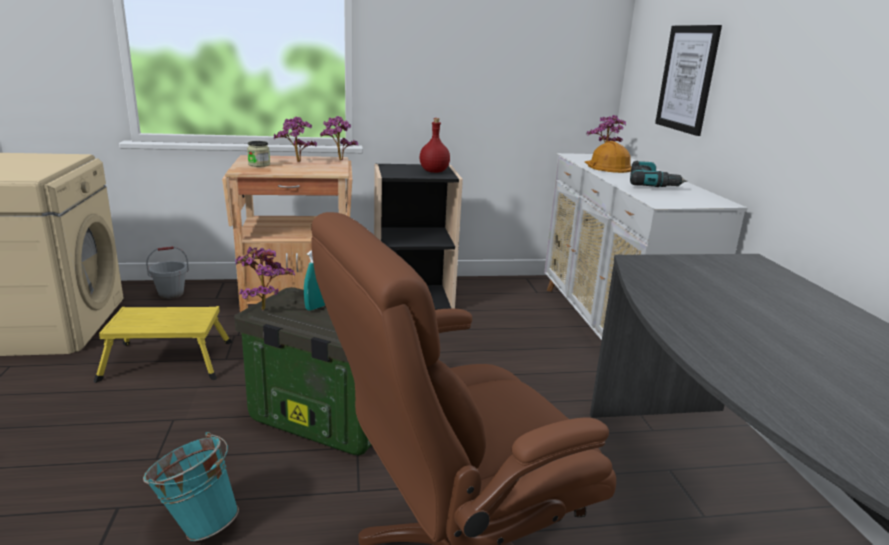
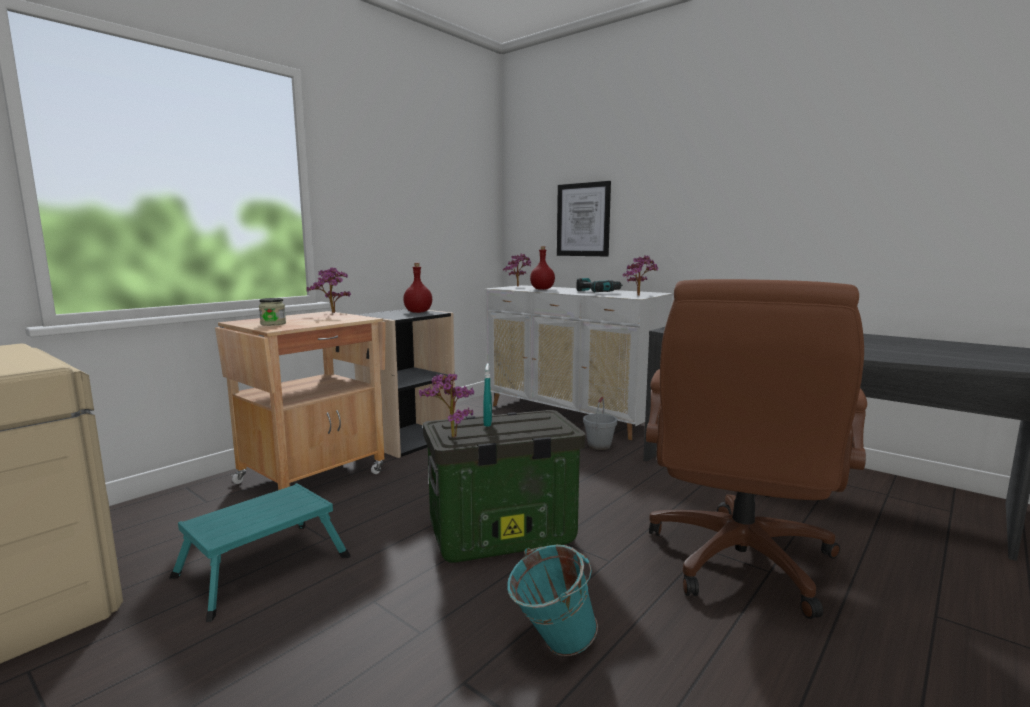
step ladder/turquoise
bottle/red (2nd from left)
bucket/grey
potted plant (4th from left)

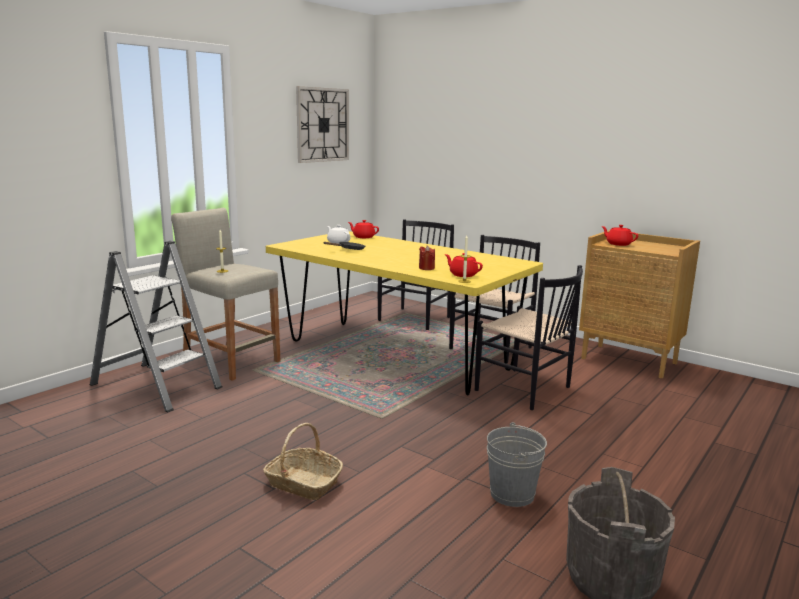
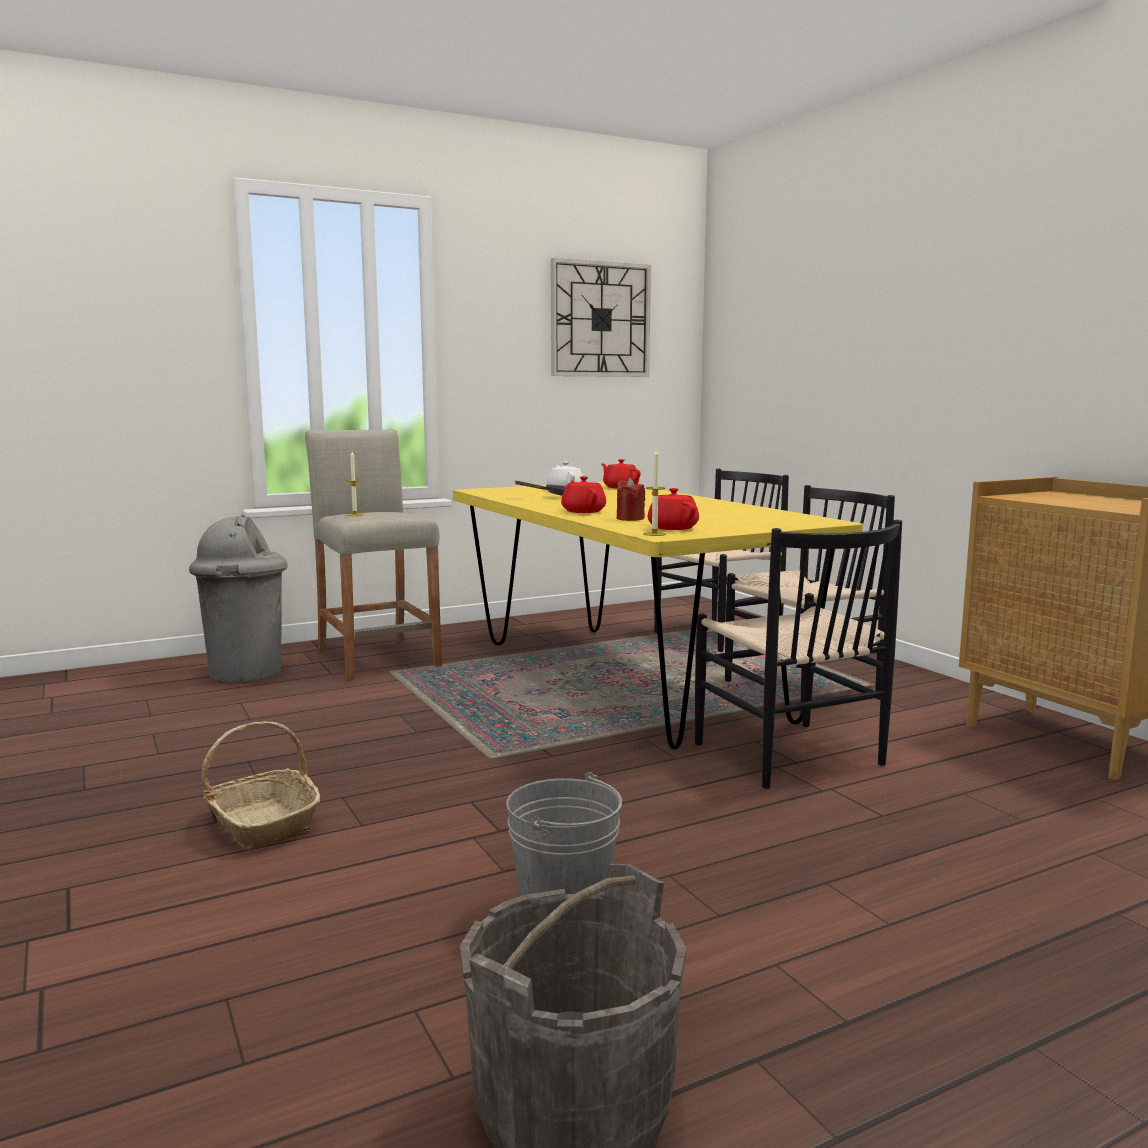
trash can/grey
teapot/red (1st from left)

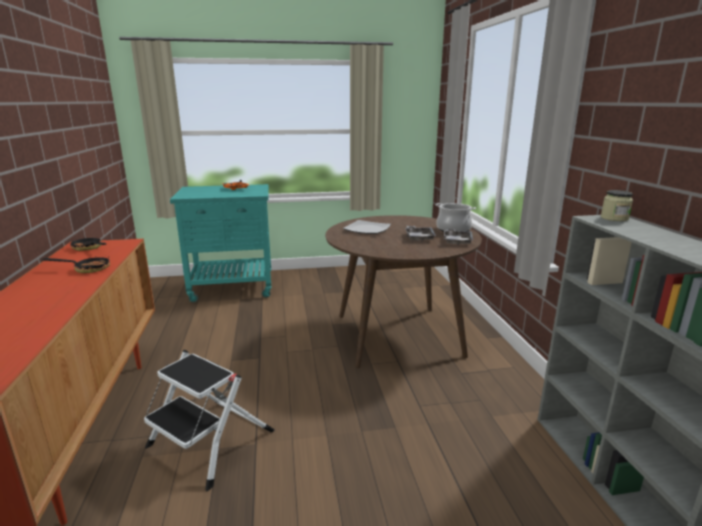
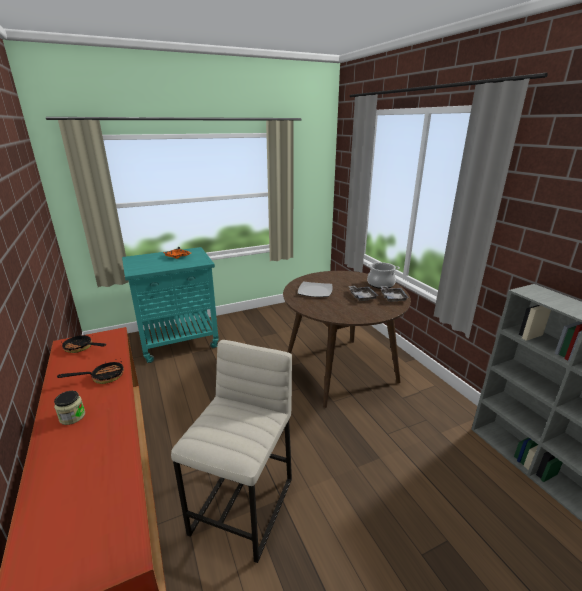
jar
stool/beige

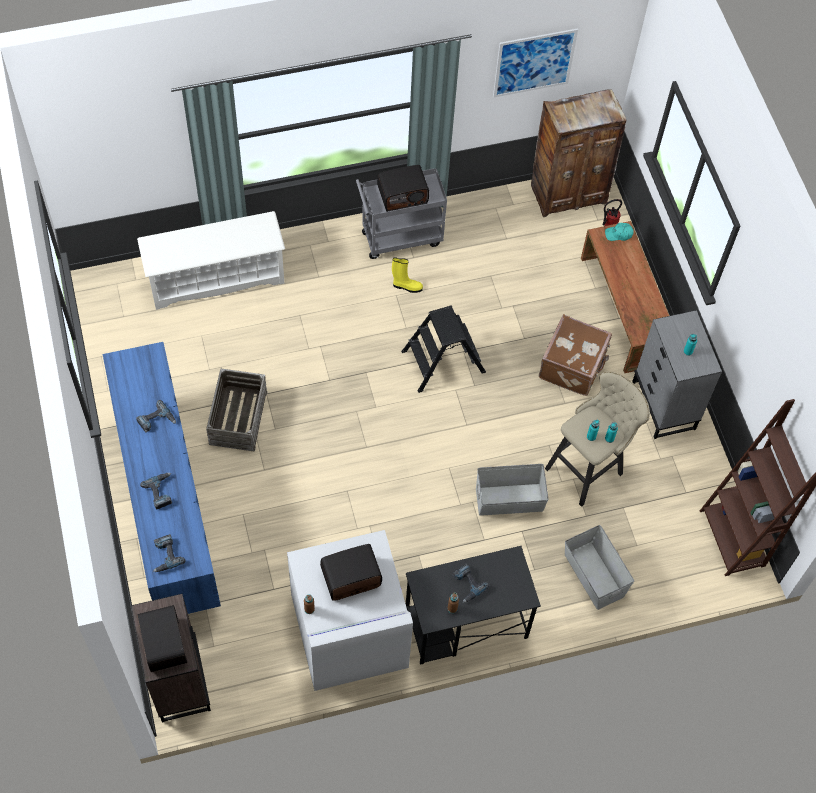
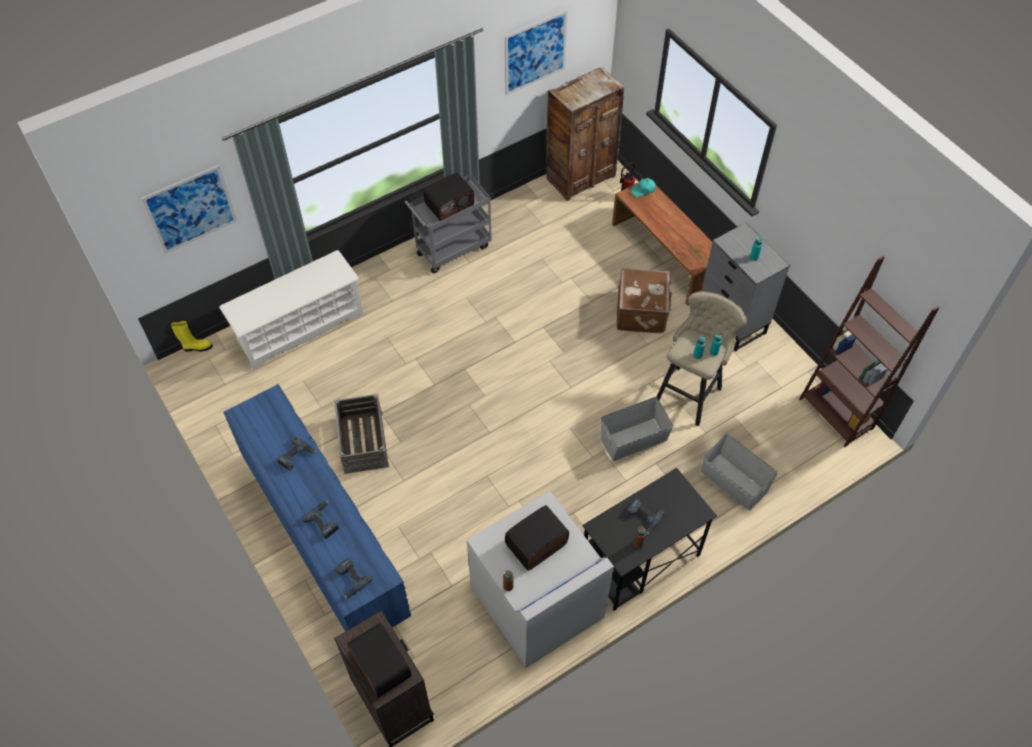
picture (1st from left)
boot/yellow
step ladder/black

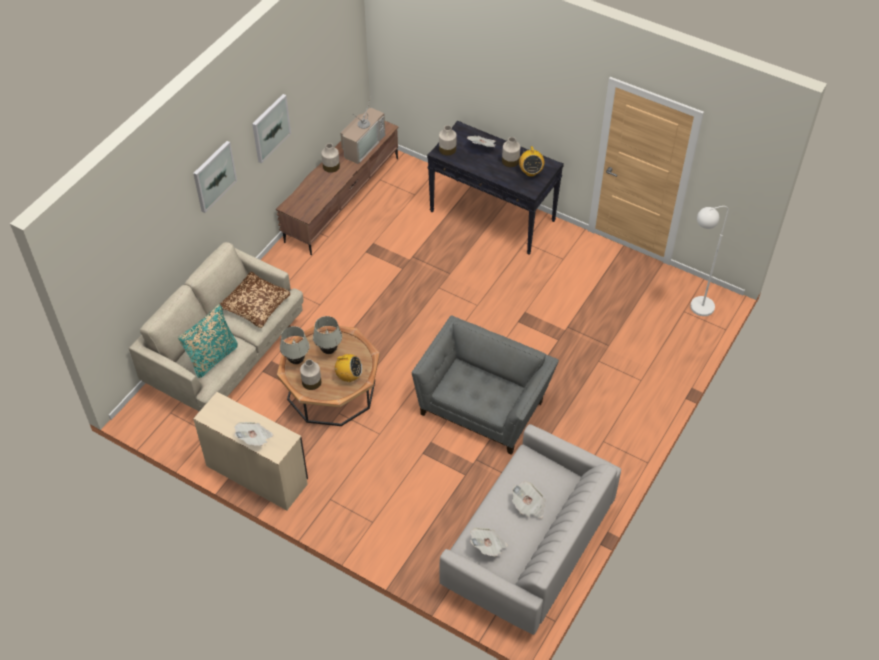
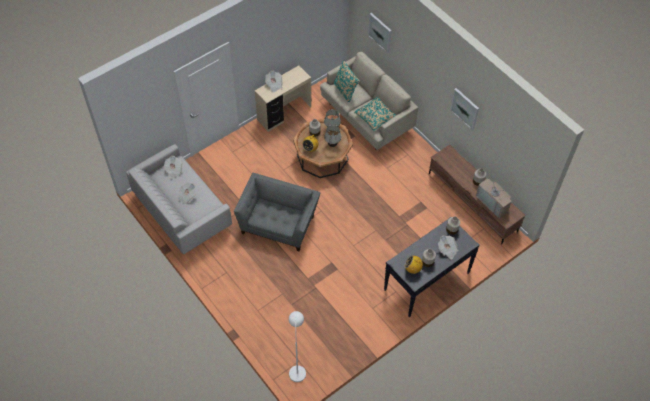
armchair/grey
pillow/turquoise (2nd from left)
picture (1st from left)

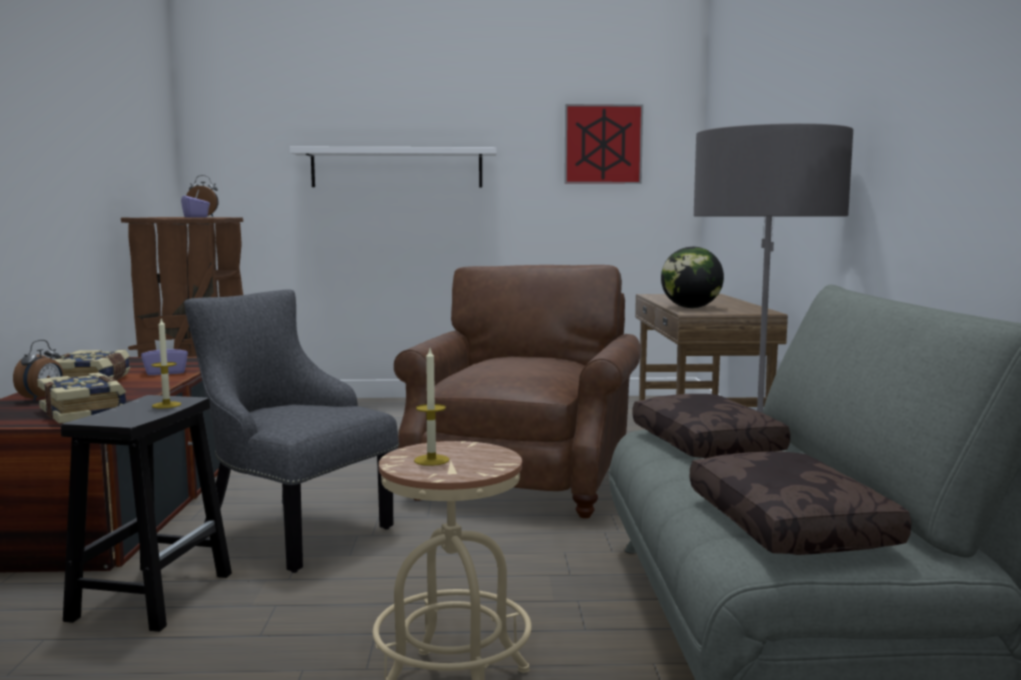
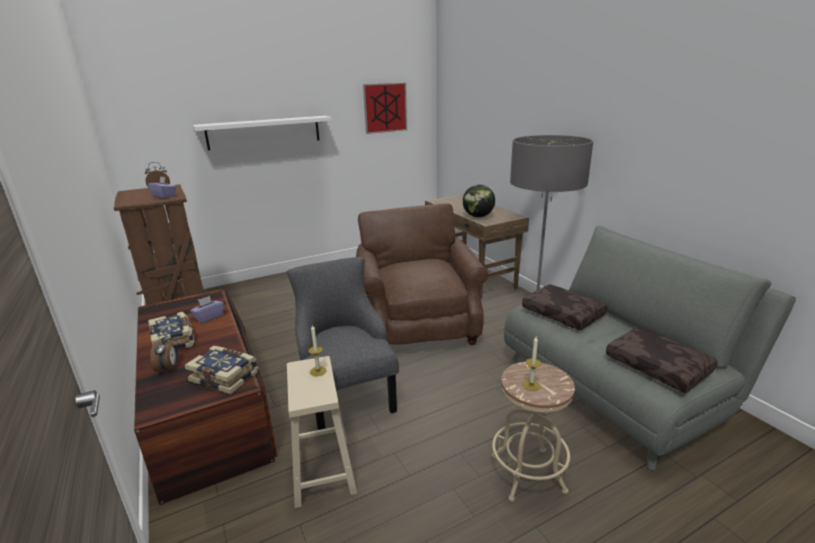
armchair/grey
stool/beige (1st from left)

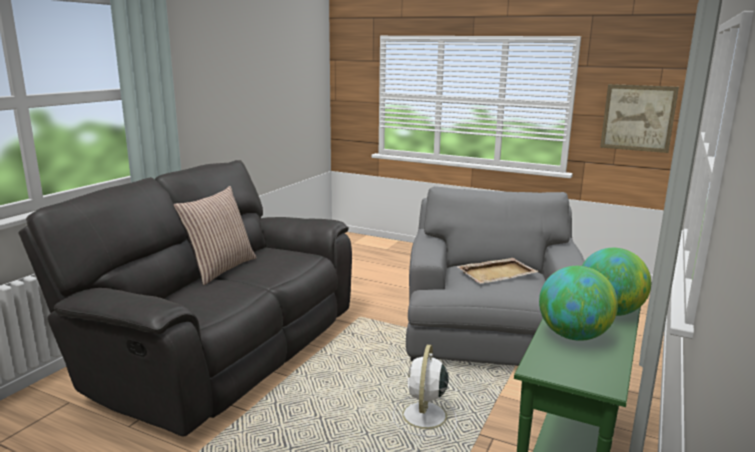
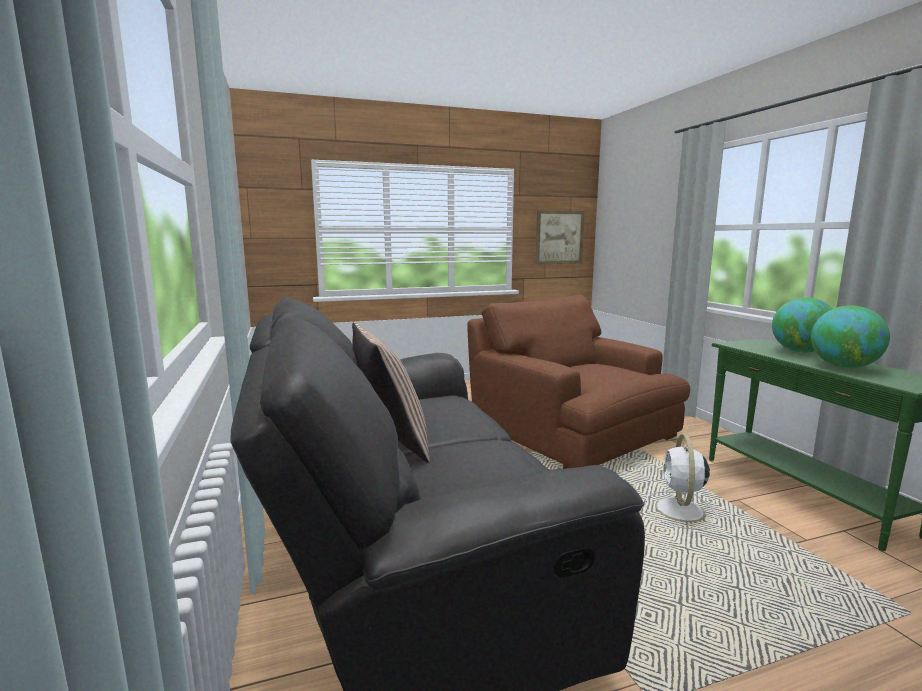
armchair/brown
fan/white
tray/beige

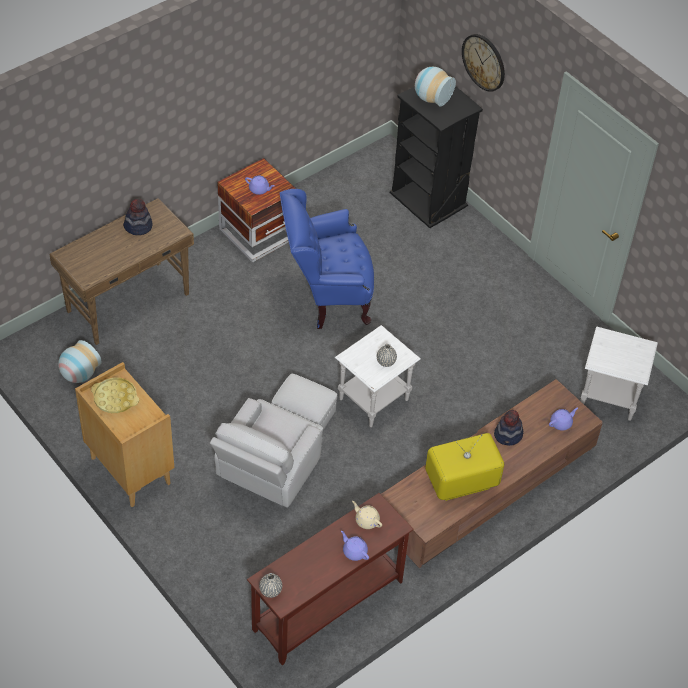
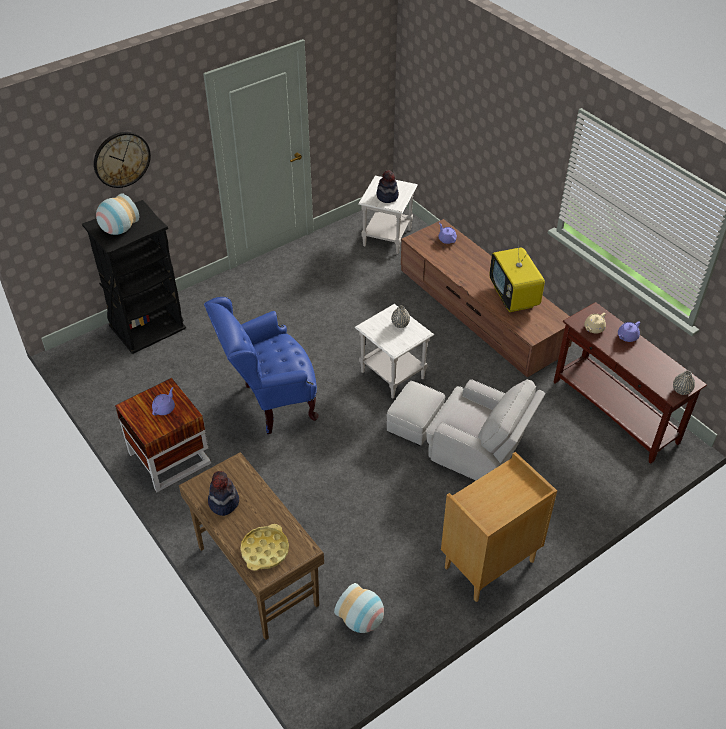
armchair/blue
tray/yellow
hat (2nd from left)

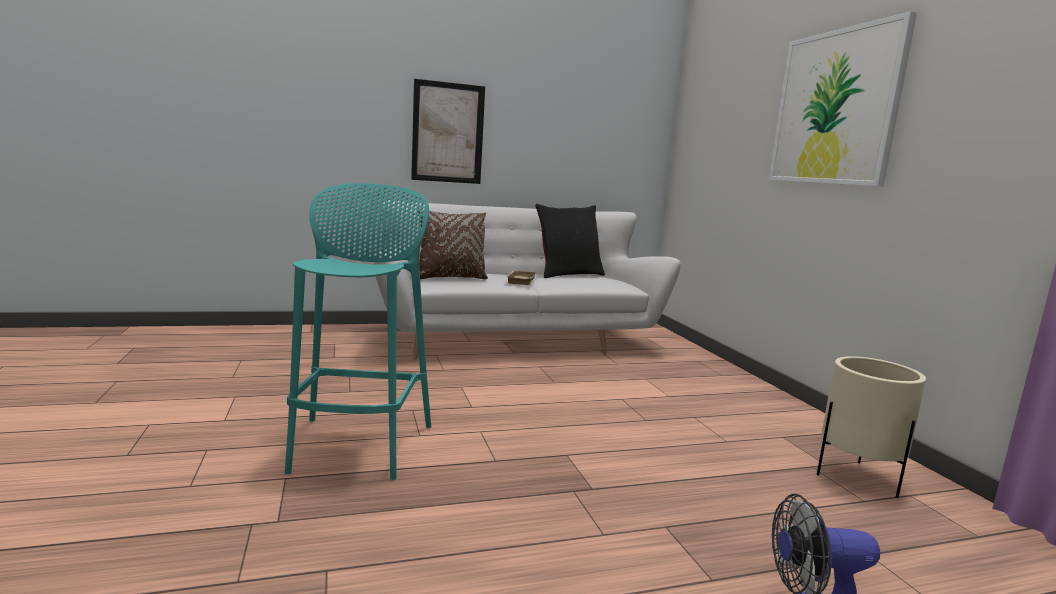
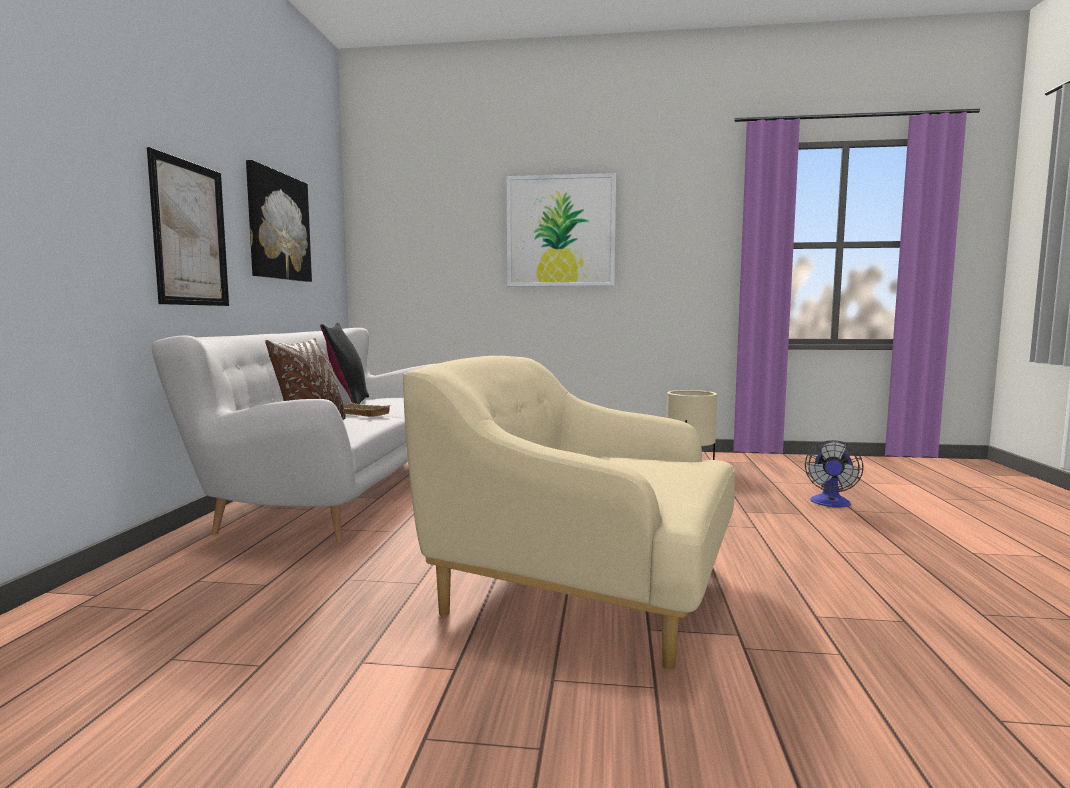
picture (2nd from left)
armchair/beige

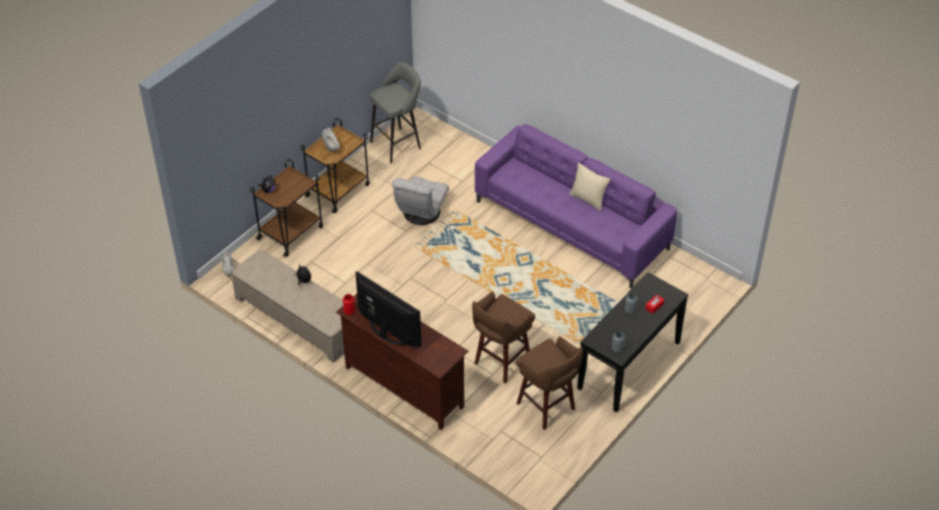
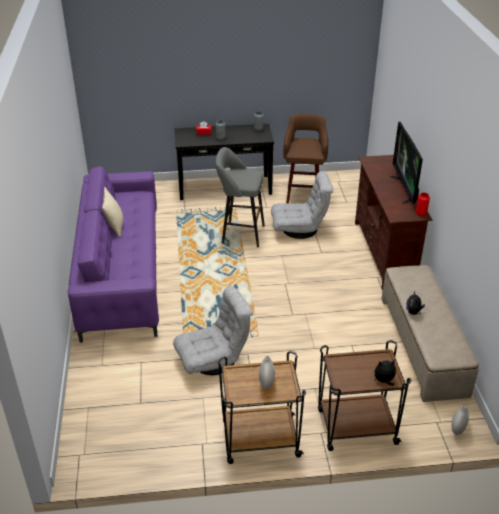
stool/grey
armchair/grey (2nd from left)

